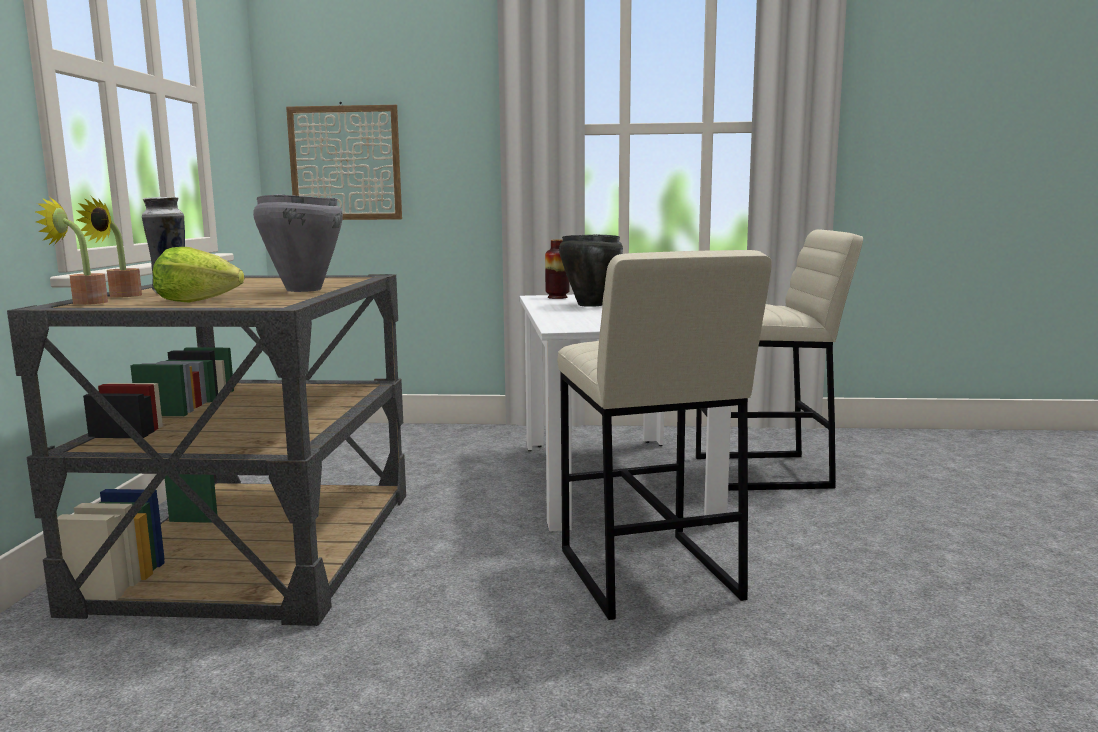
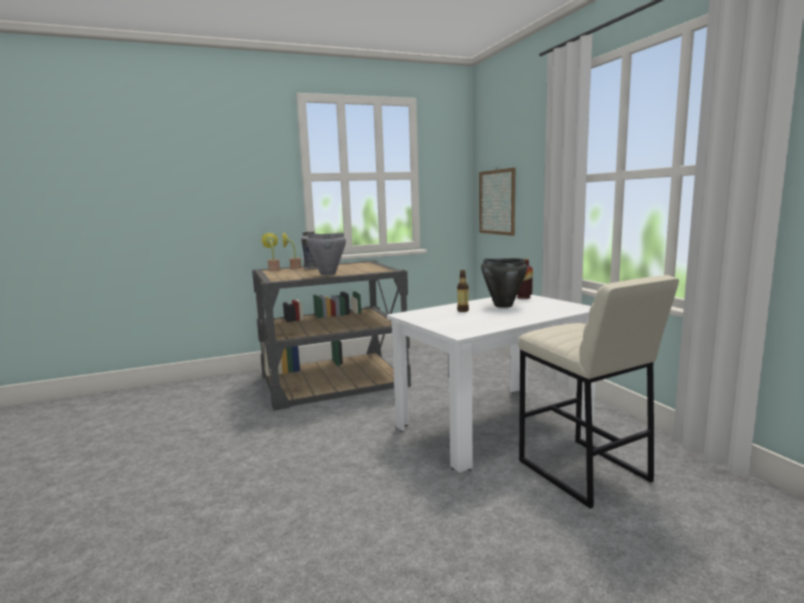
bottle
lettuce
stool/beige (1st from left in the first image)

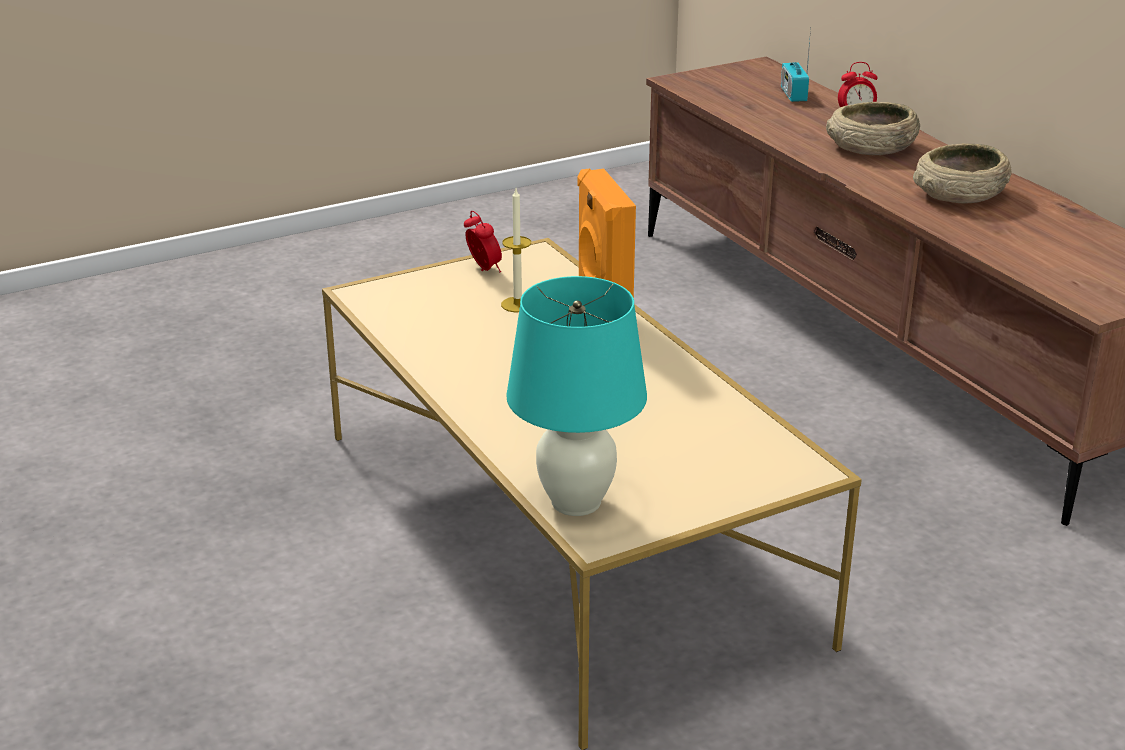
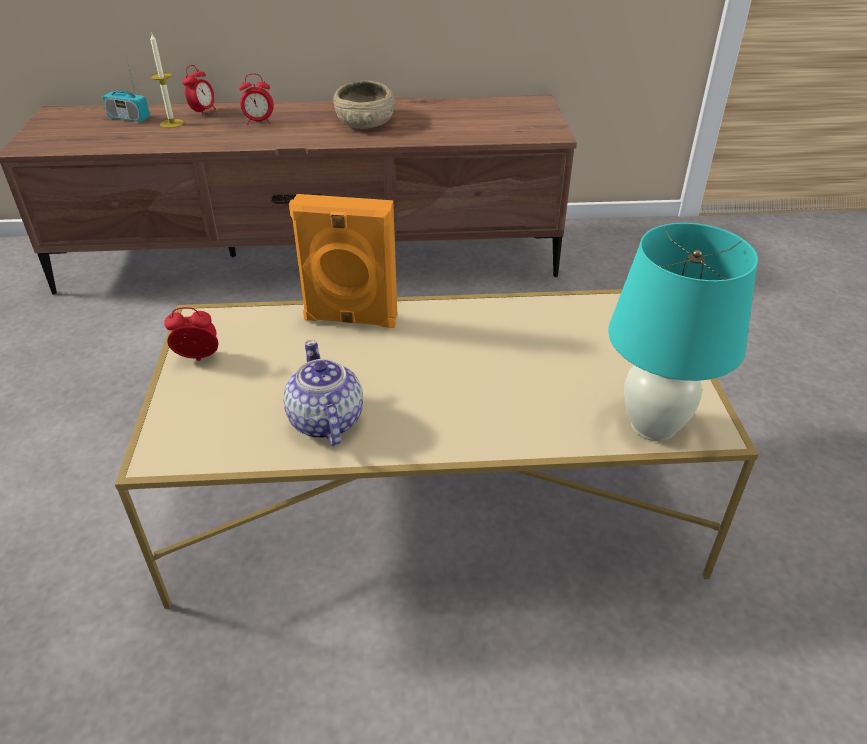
candle
alarm clock (3rd from left)
teapot

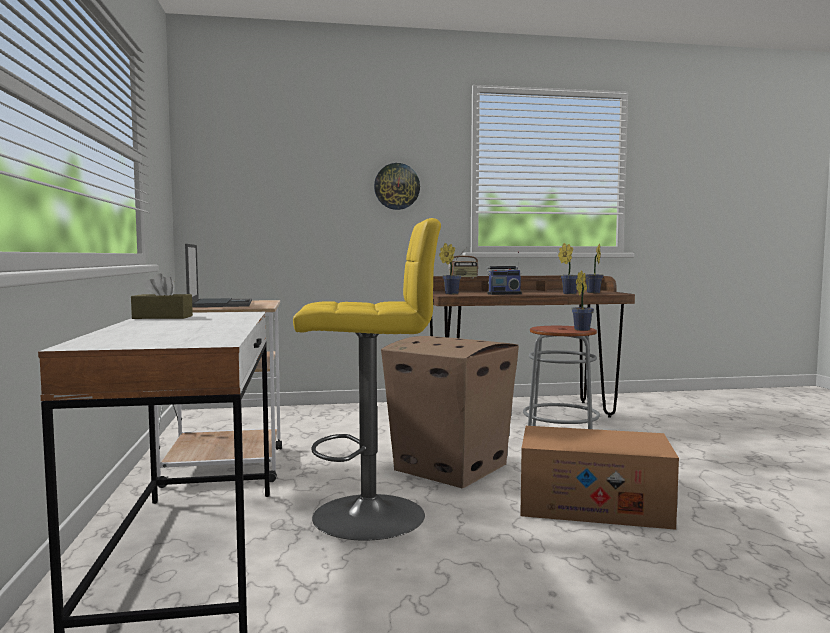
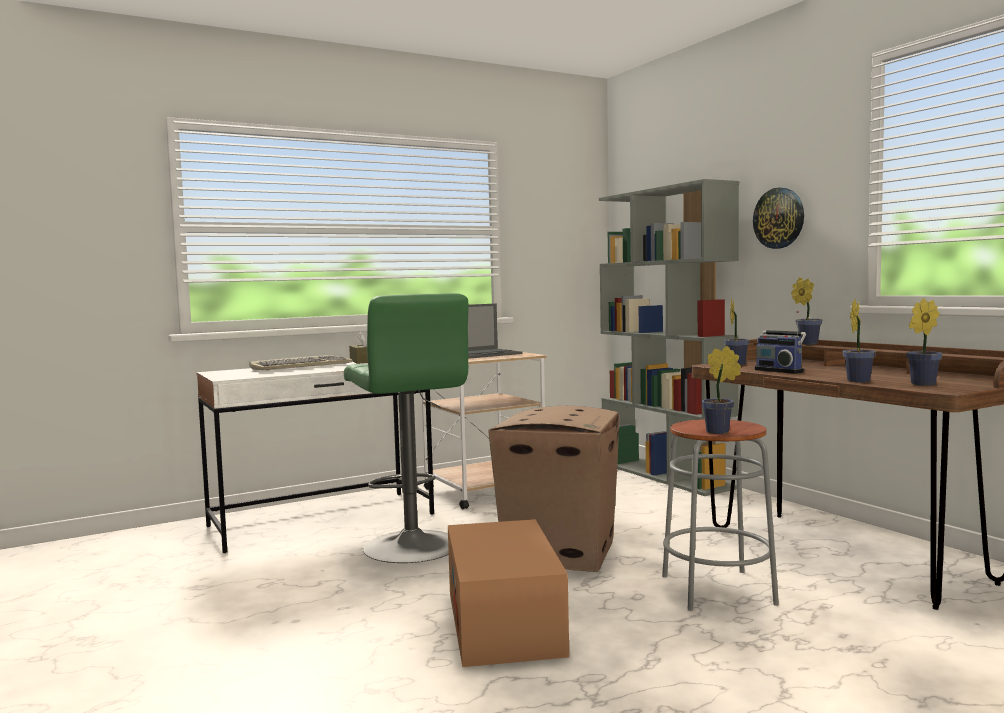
keyboard
stool/green
bookcase/grey
potted plant (3rd from left)

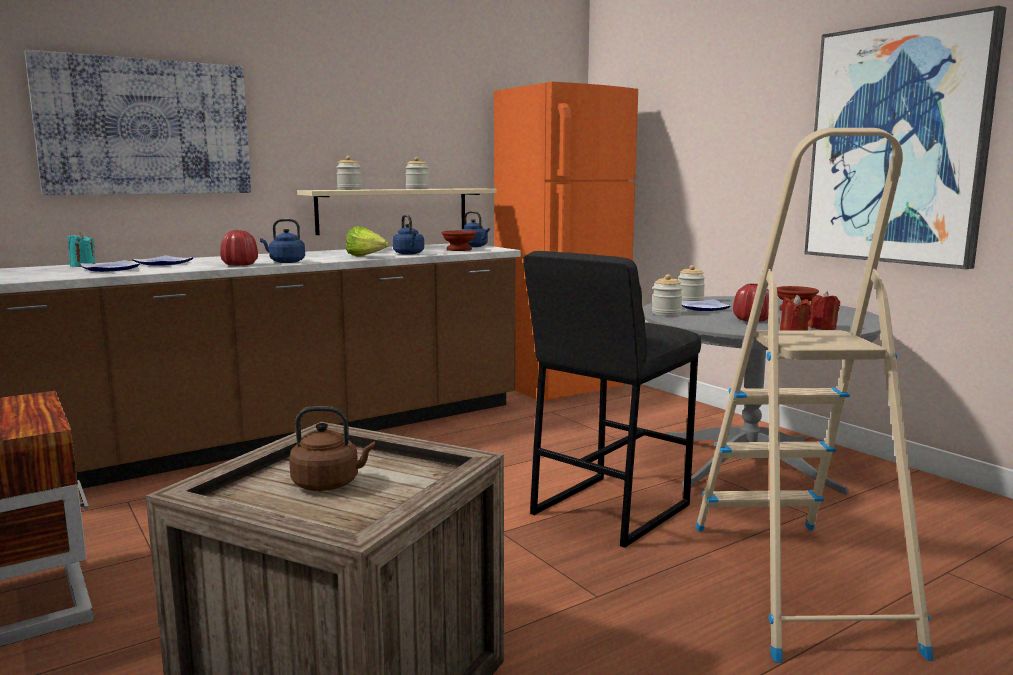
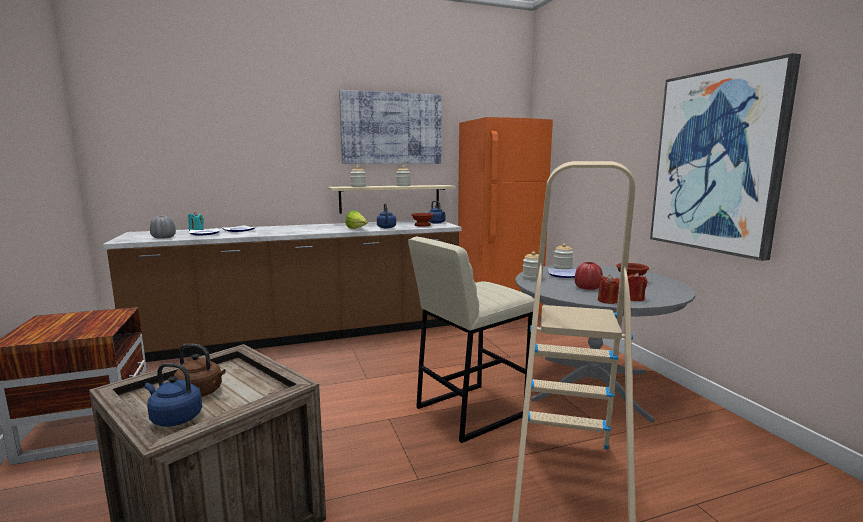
kettle/blue (1st from left)
vase/grey
picture (1st from left)
stool/beige
vase/red (1st from left in the first image)

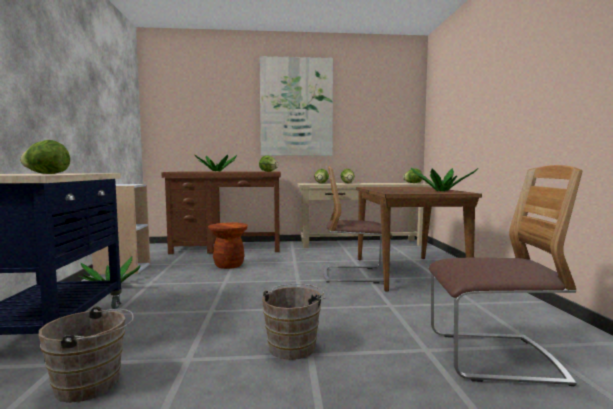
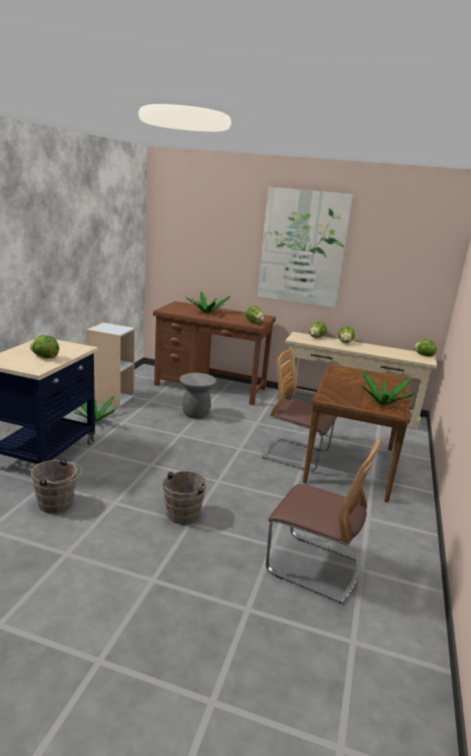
stool/grey

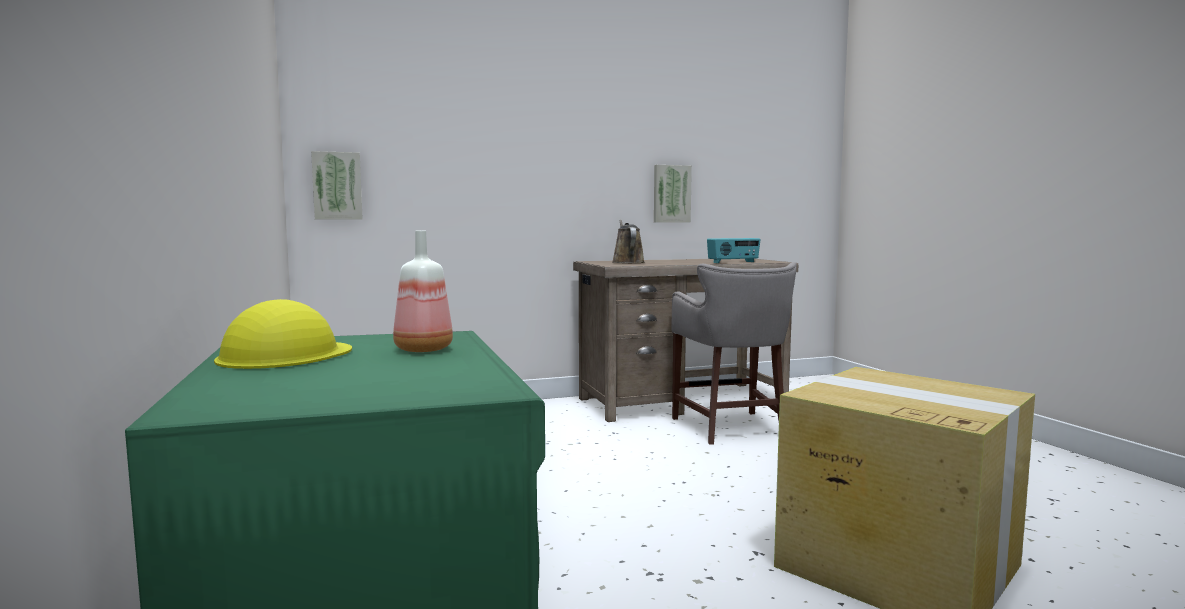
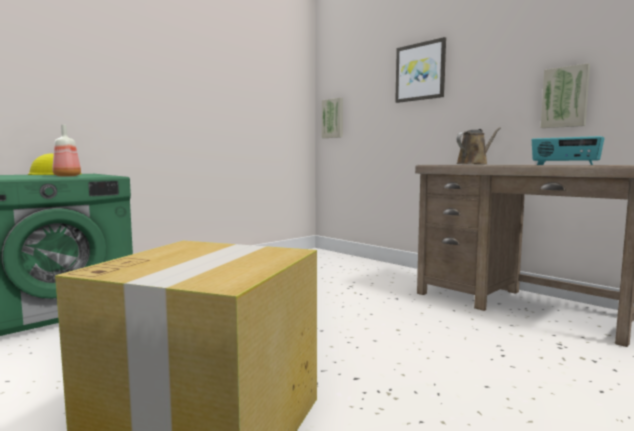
picture (2nd from left)
stool/grey

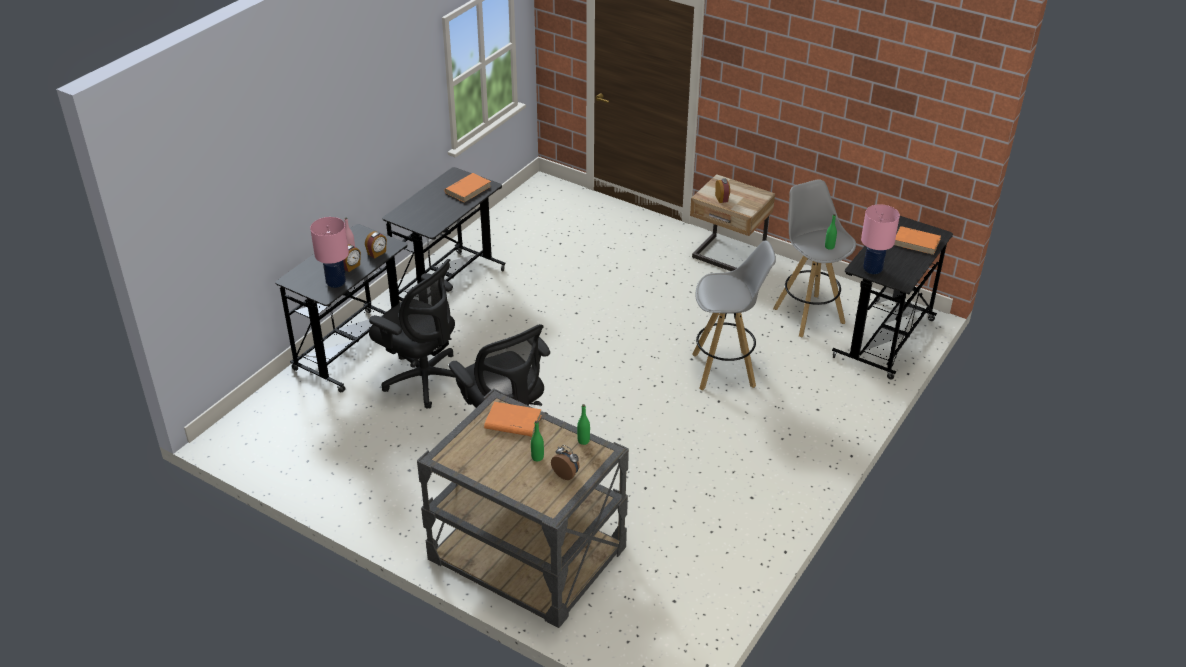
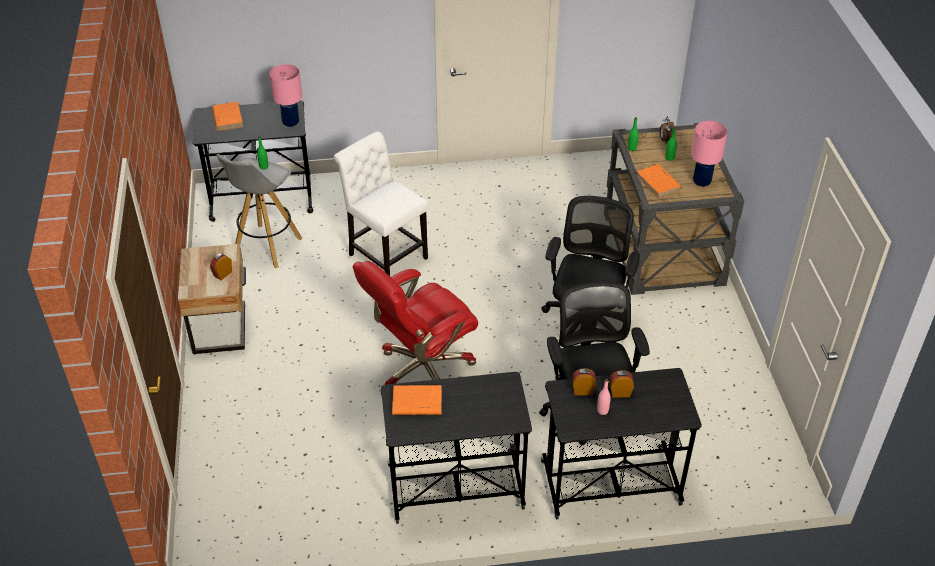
chair/white
office chair/red
table lamp/pink (2nd from left)

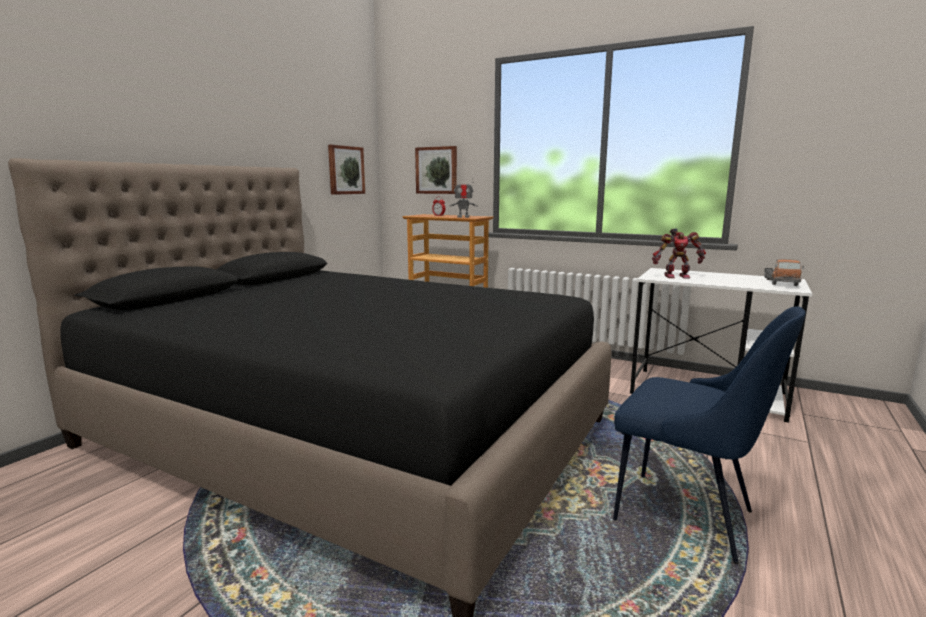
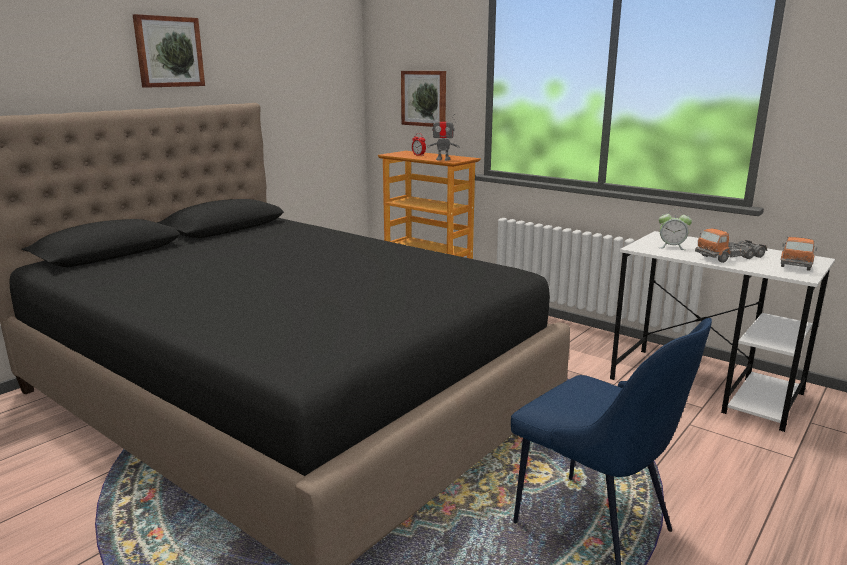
picture (1st from left)
alarm clock (2nd from left)
toy truck (1st from left)

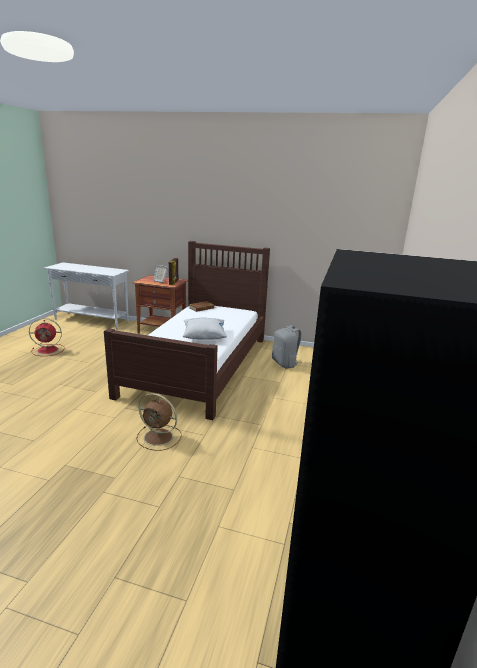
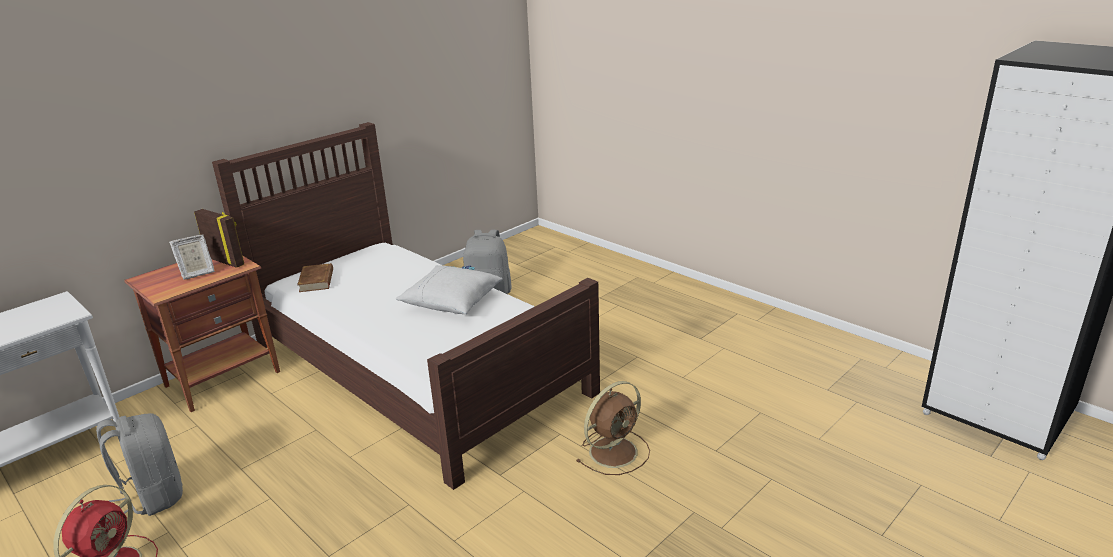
backpack/grey (1st from left)

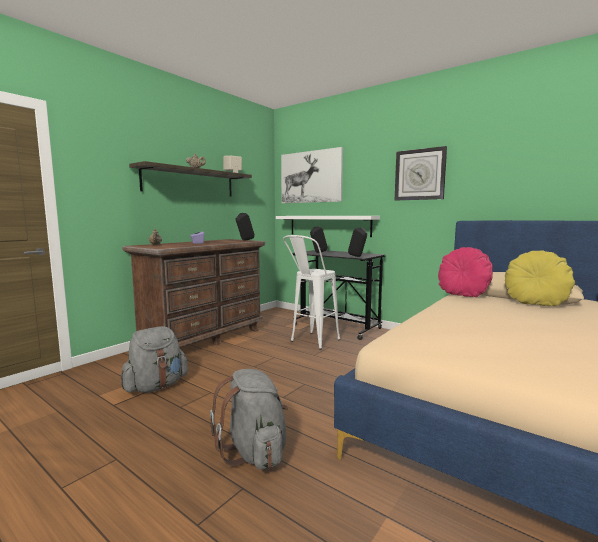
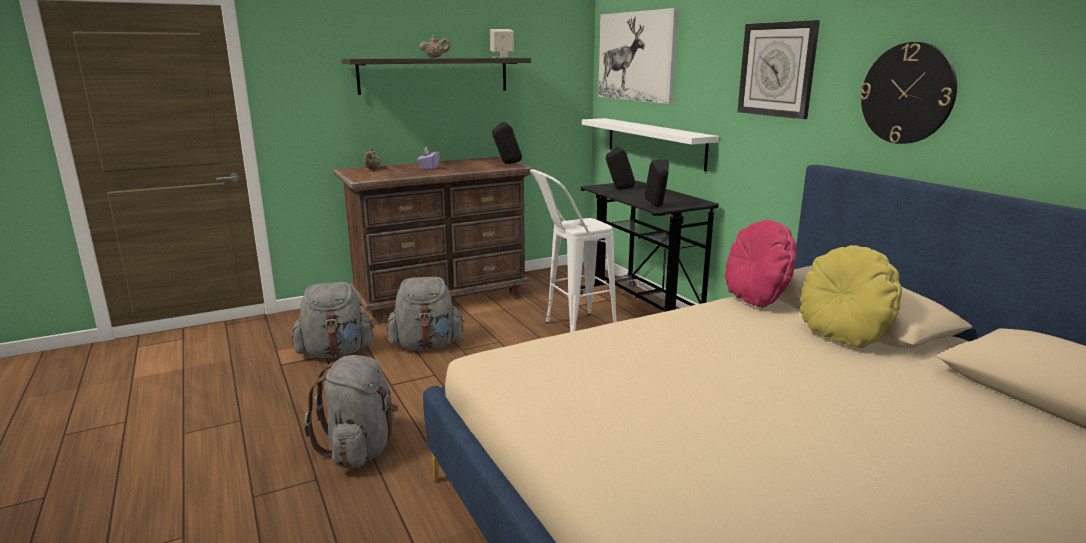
backpack/grey (3rd from left)
wall clock (2nd from left)

